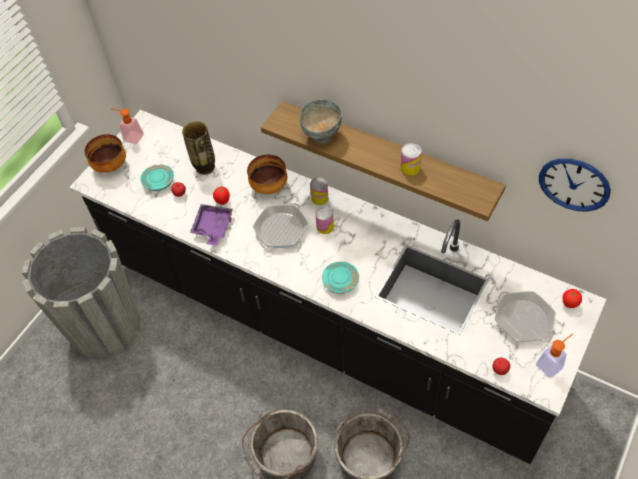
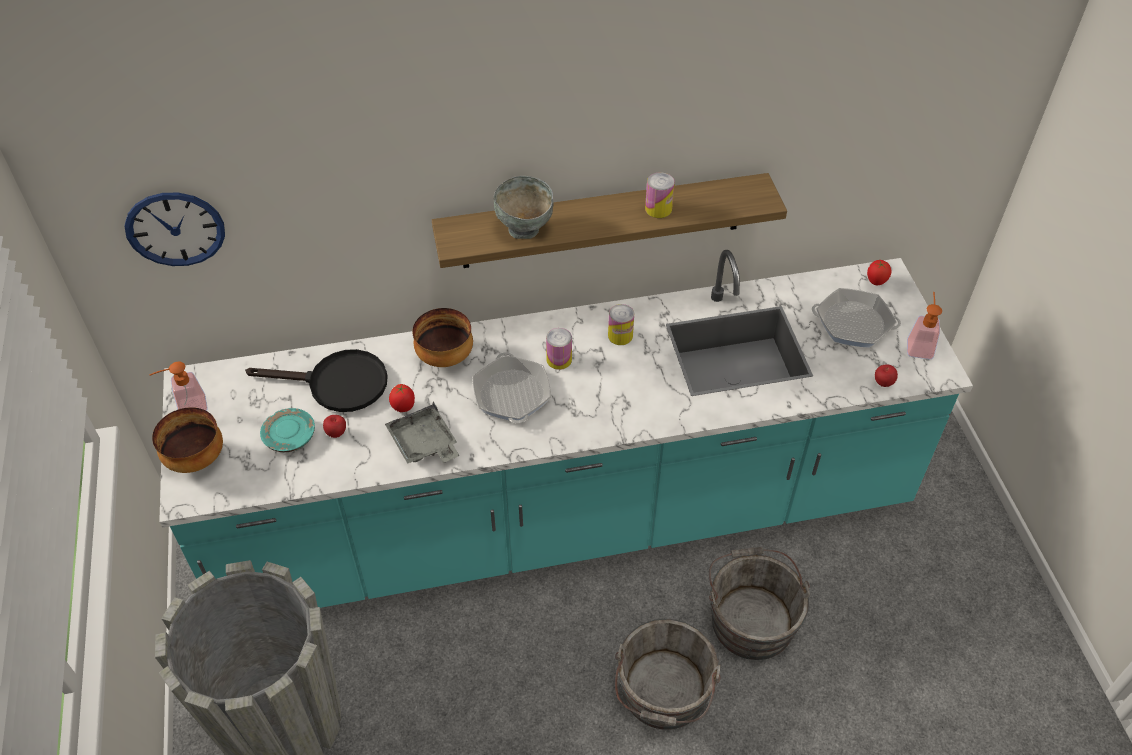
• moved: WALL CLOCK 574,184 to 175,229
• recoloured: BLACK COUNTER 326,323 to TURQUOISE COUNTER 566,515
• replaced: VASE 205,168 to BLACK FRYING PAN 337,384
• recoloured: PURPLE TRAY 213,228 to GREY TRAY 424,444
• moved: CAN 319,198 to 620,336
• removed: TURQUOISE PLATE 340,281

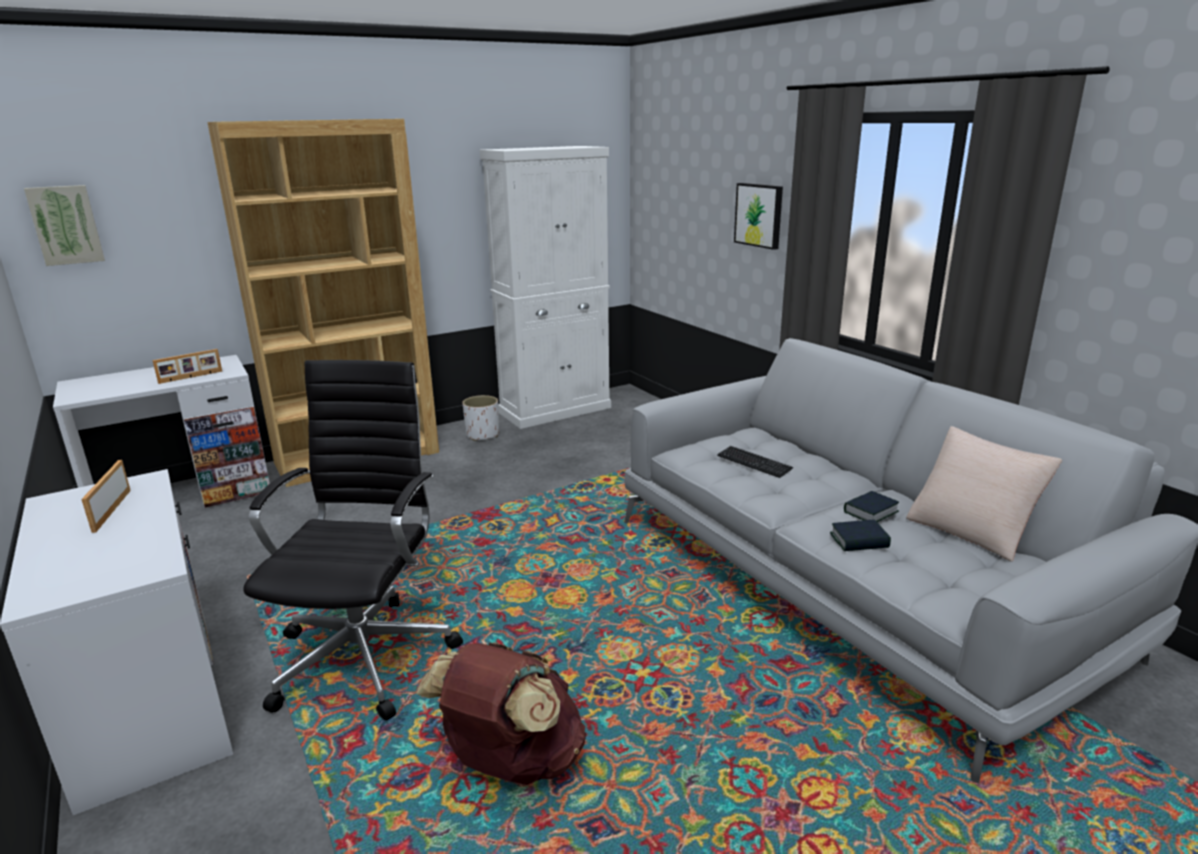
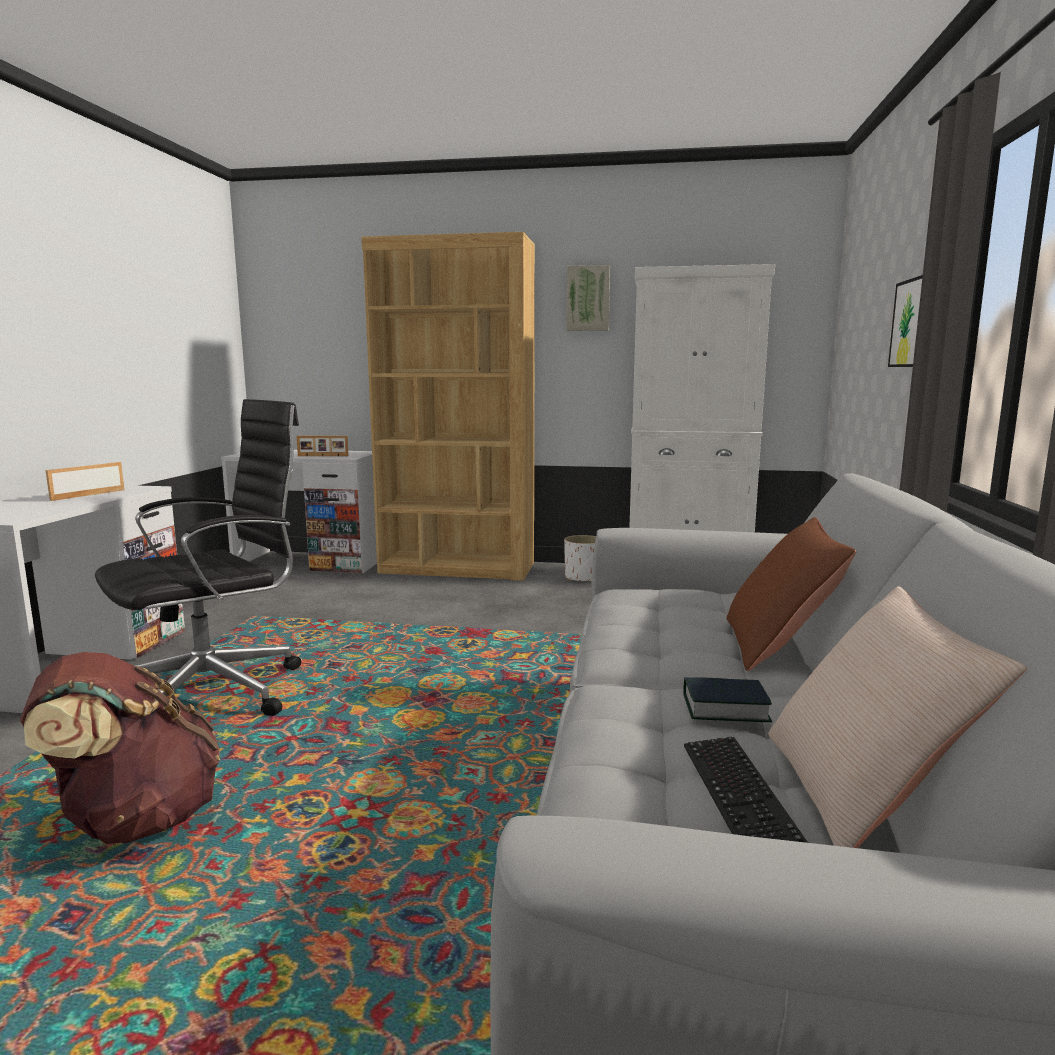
• moved: PICTURE 65,225 to 588,298
• moved: KEYBOARD 754,463 to 738,794
• added: BROWN PILLOW 779,645
• removed: BOOK 859,541

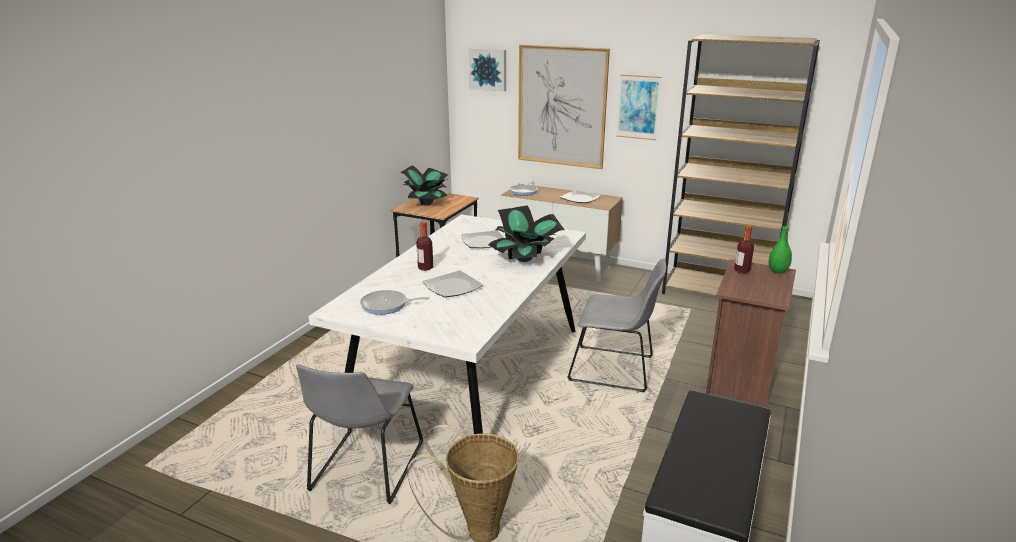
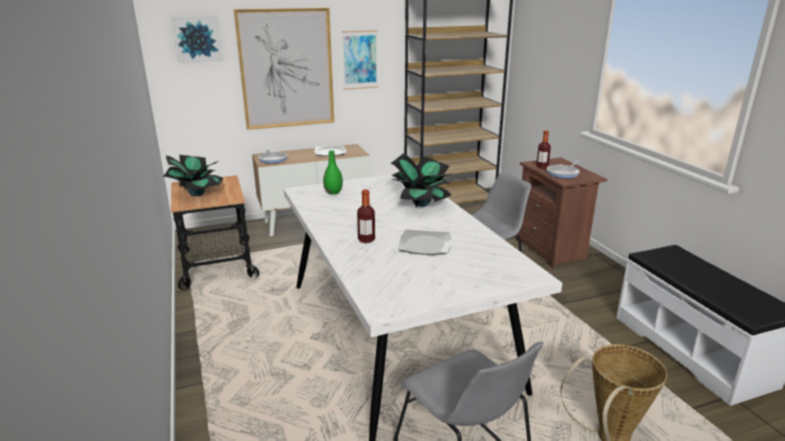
• moved: GREEN VASE 777,271 to 333,192
• moved: FRYING PAN 387,305 to 564,173
• removed: PLATE 484,242

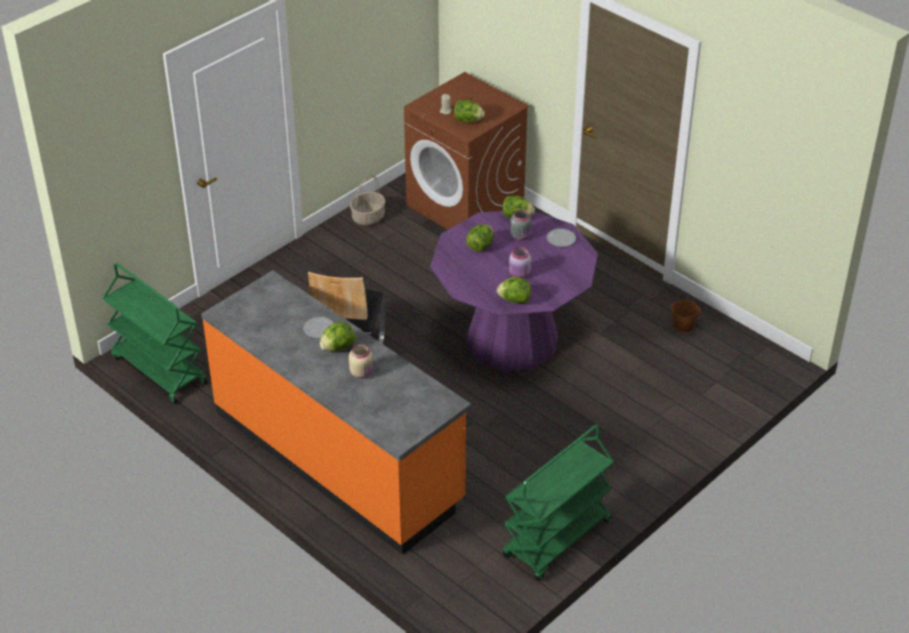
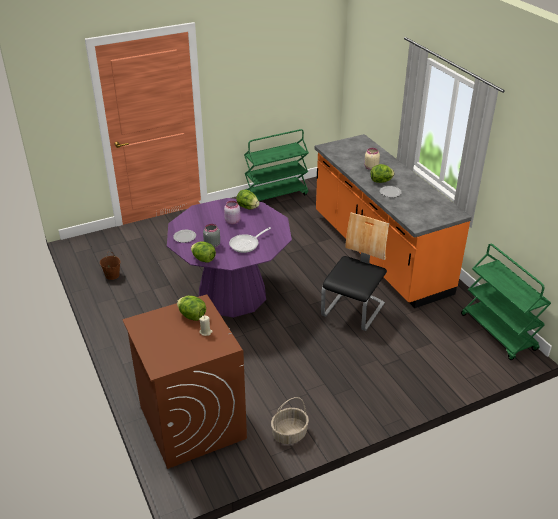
• replaced: LETTUCE 480,246 to FRYING PAN 246,244

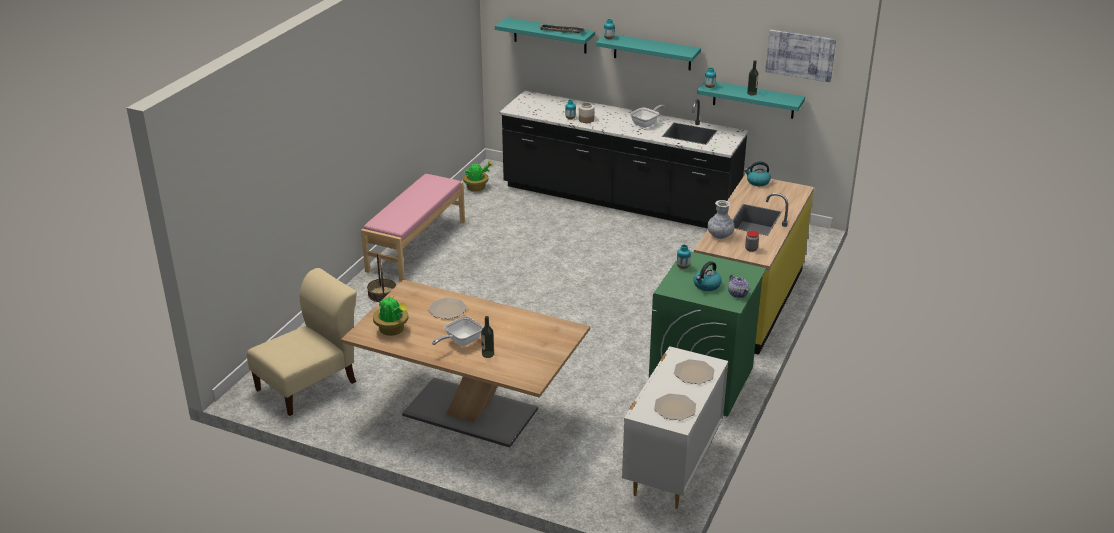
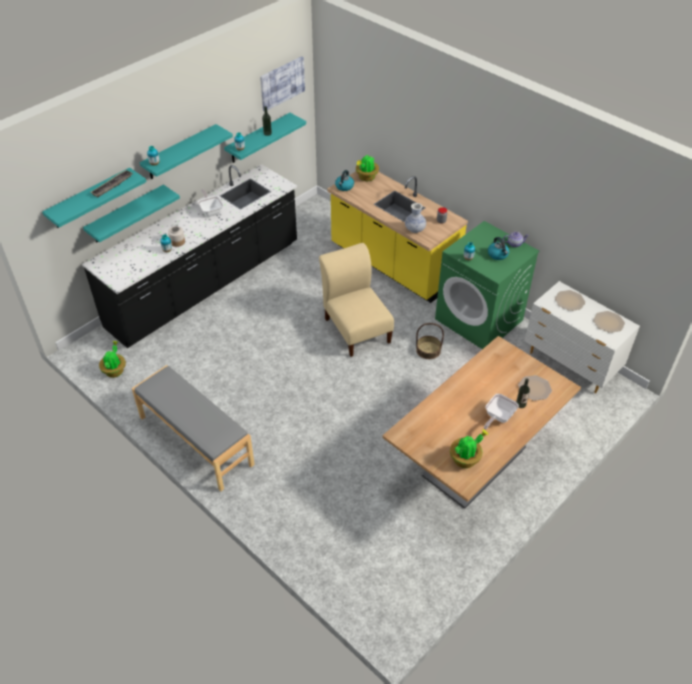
• added: TURQUOISE SHELF 126,214
• recoloured: PINK BENCH 416,246 to GREY BENCH 195,441
• moved: BEIGE CHAIR 310,384 to 356,328
• added: POTTED PLANT 366,177
• moved: BASKET 382,294 to 428,350
• turned: FRYING PAN 460,342 = 498,417 60 degrees clockwise
• moved: PLATE 447,309 to 534,388

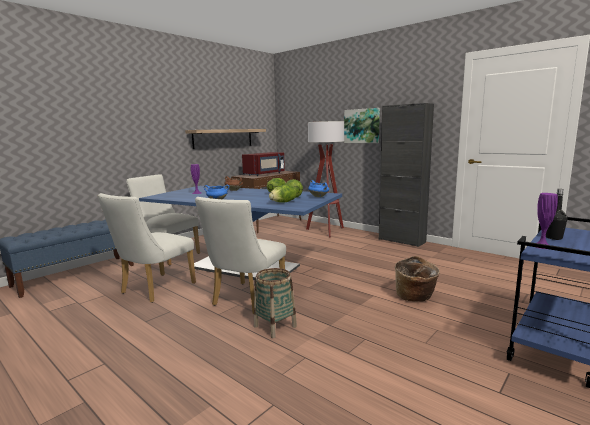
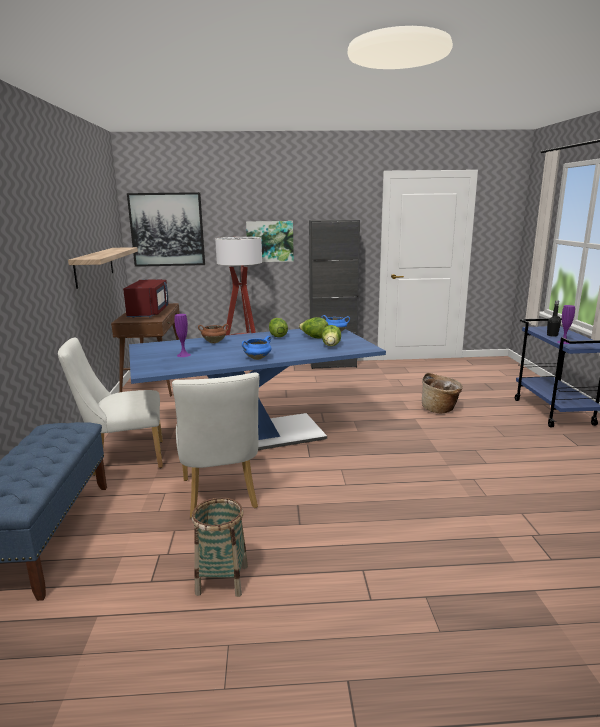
• added: PICTURE 167,229
• moved: BASKET 275,326 to 222,579
• removed: WHITE CHAIR 245,300

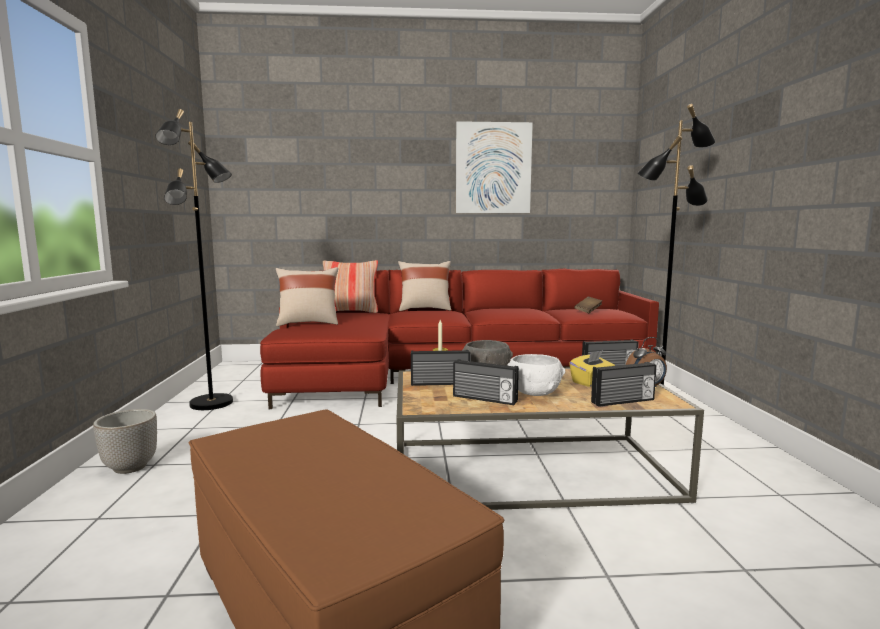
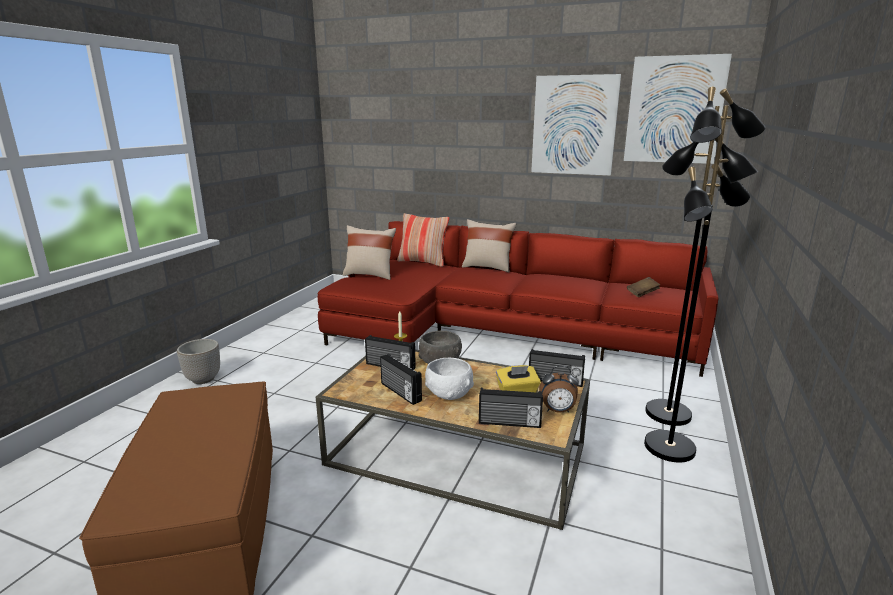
• added: PICTURE 674,110
• moved: BLACK FLOOR LAMP 212,403 to 670,448

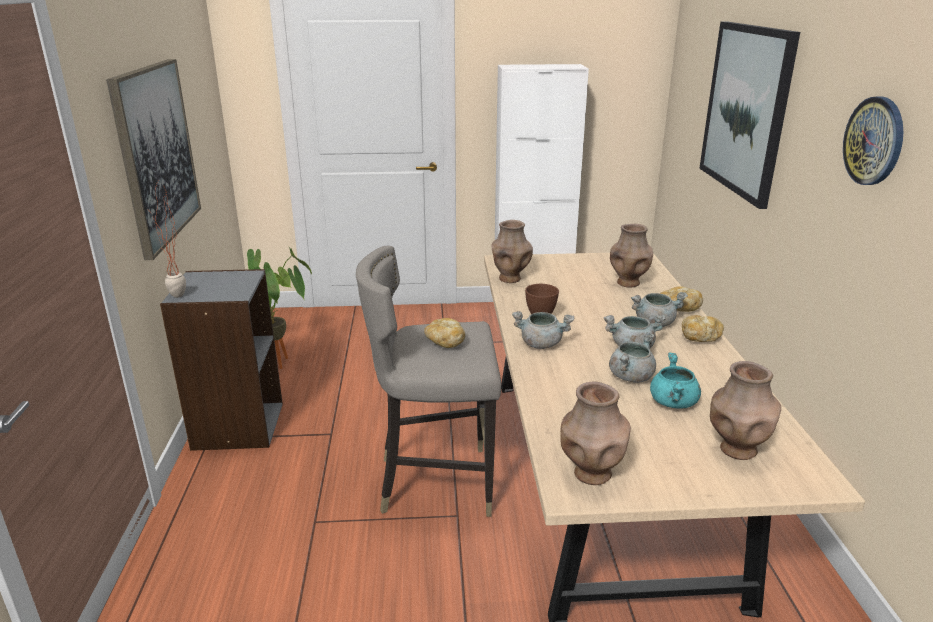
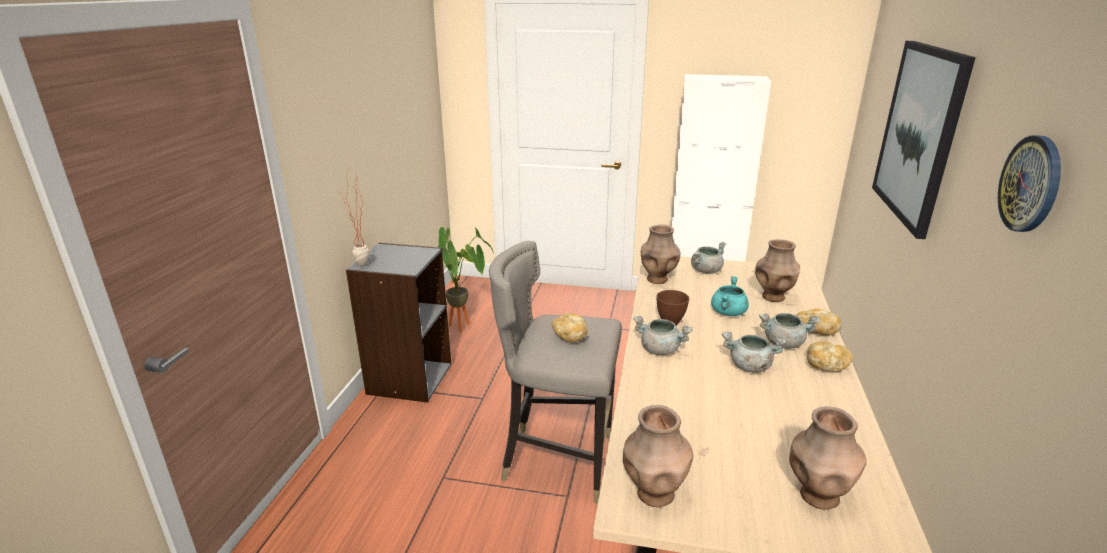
• moved: GREY COOKING POT 631,376 to 706,270
• moved: TURQUOISE COOKING POT 673,403 to 728,313
• removed: PICTURE 156,154

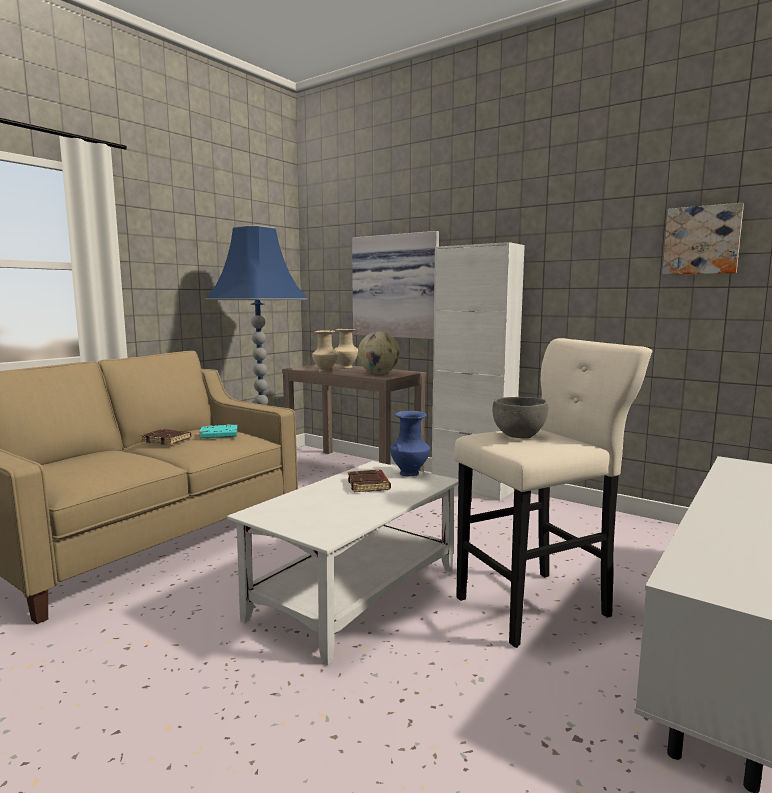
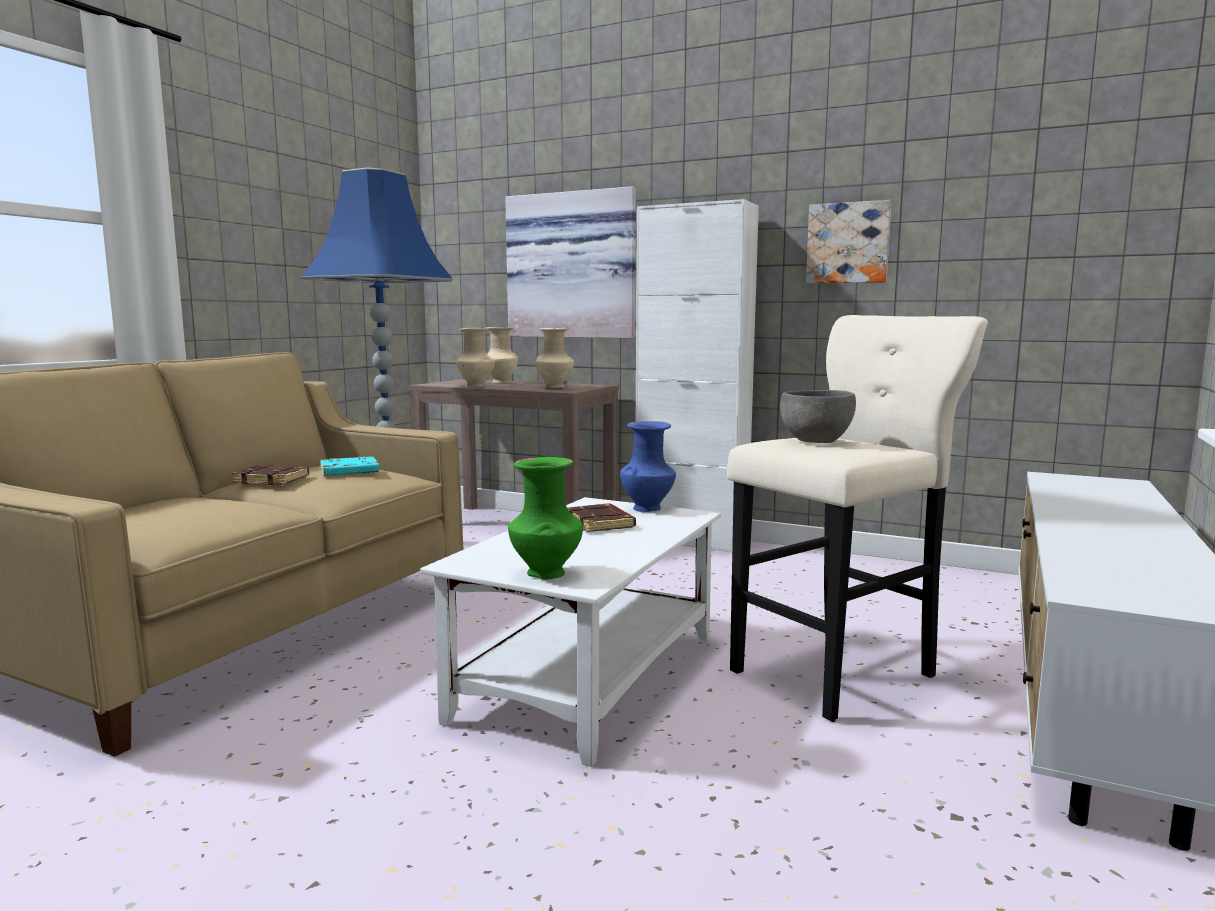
• added: GREEN VASE 546,574
• replaced: GLOBE 379,373 to BEIGE VASE 555,387
• moved: PICTURE 702,240 to 848,243

